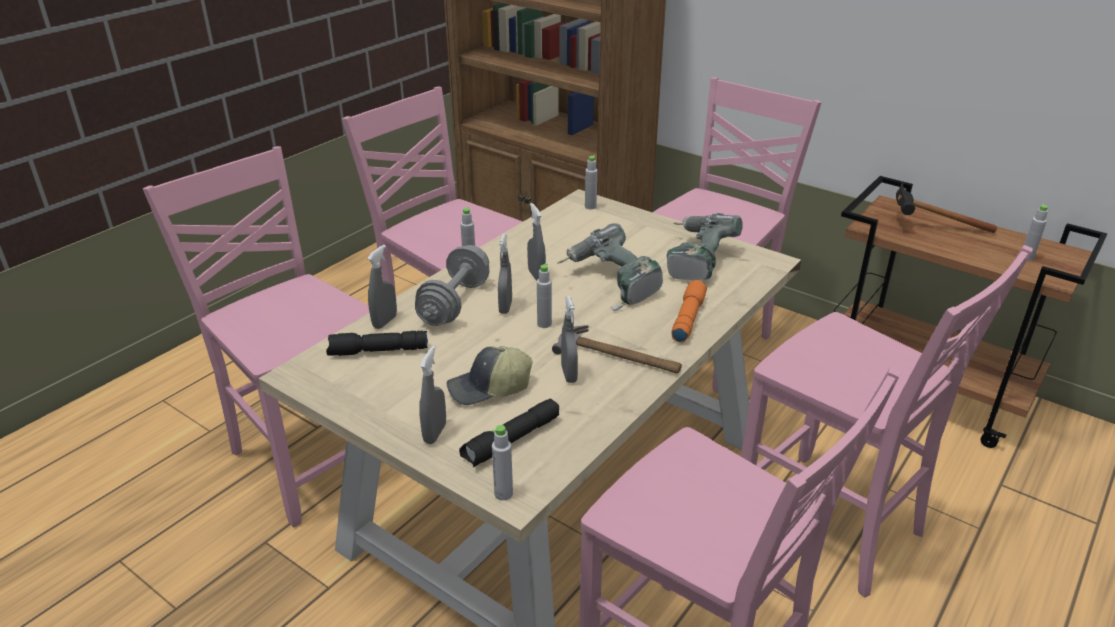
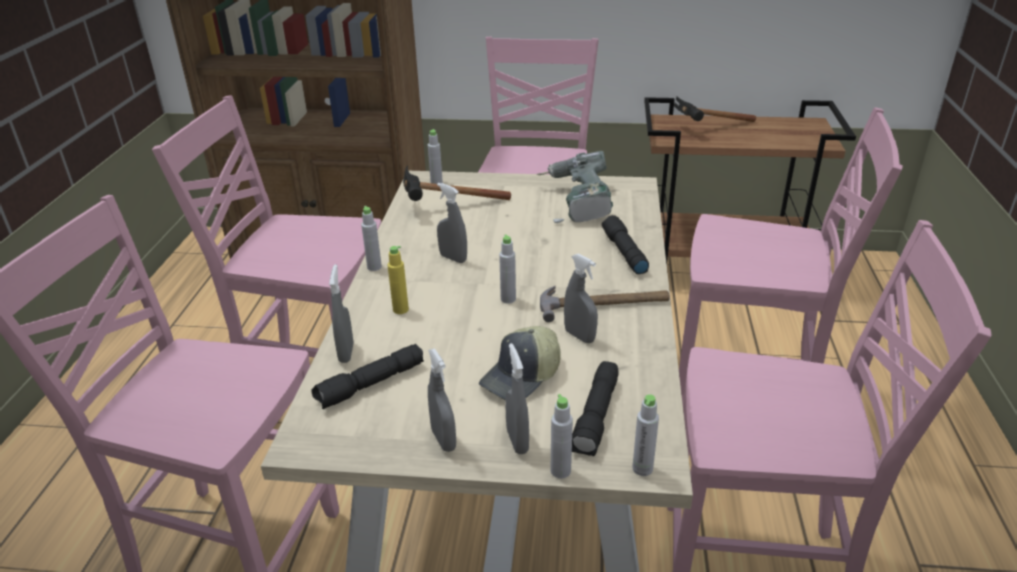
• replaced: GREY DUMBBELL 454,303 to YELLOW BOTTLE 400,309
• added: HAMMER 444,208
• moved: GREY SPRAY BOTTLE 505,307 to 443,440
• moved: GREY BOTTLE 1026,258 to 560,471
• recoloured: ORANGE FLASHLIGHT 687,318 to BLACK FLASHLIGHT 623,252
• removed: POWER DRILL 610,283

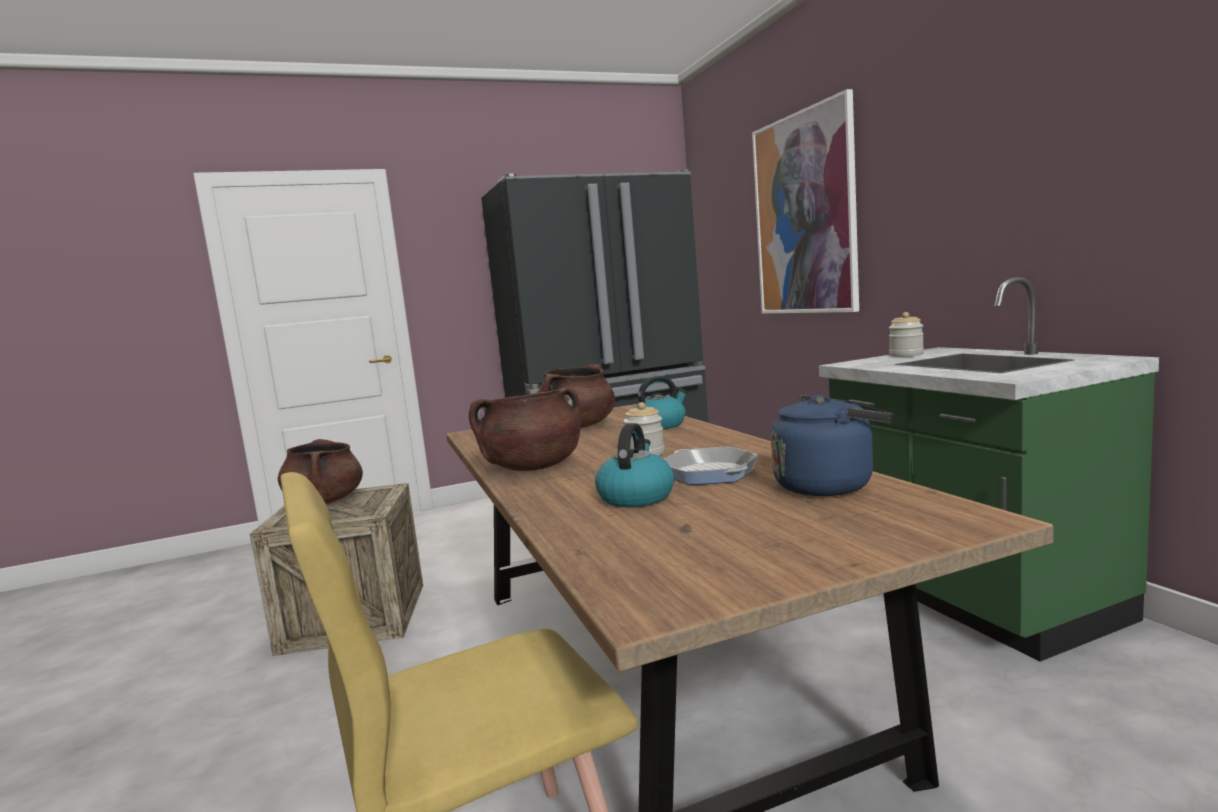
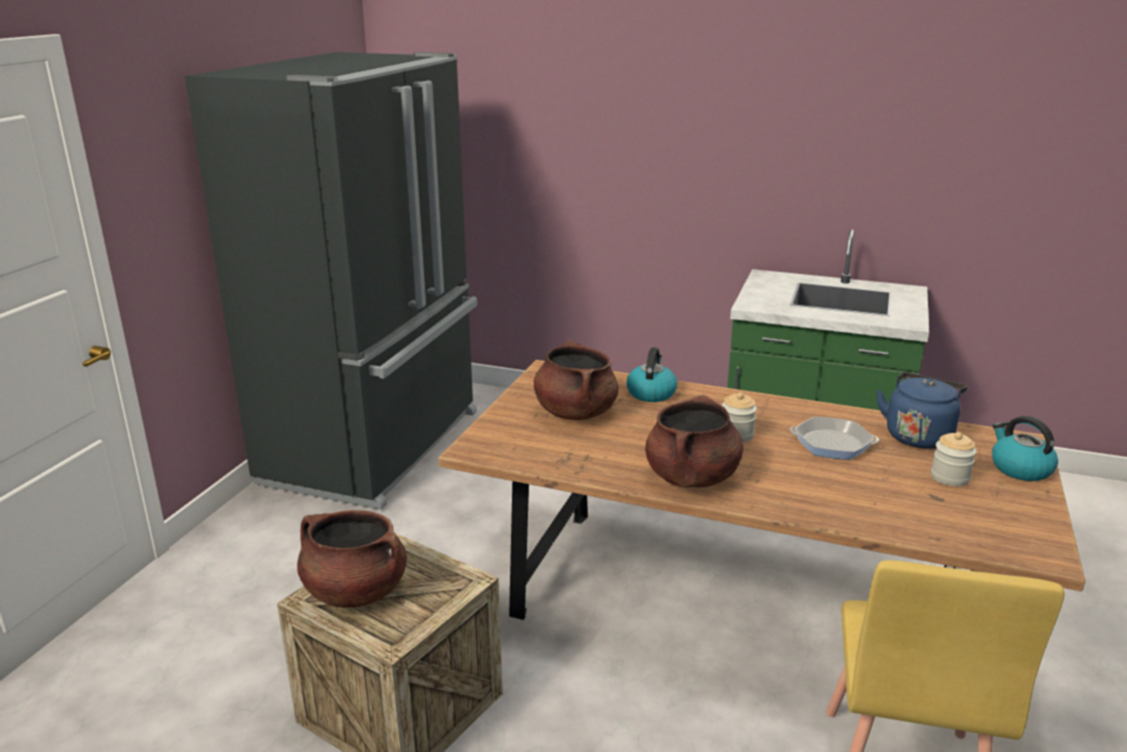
• moved: JAR 906,355 to 950,477
• moved: KETTLE 636,497 to 1019,468
• removed: PICTURE 804,215

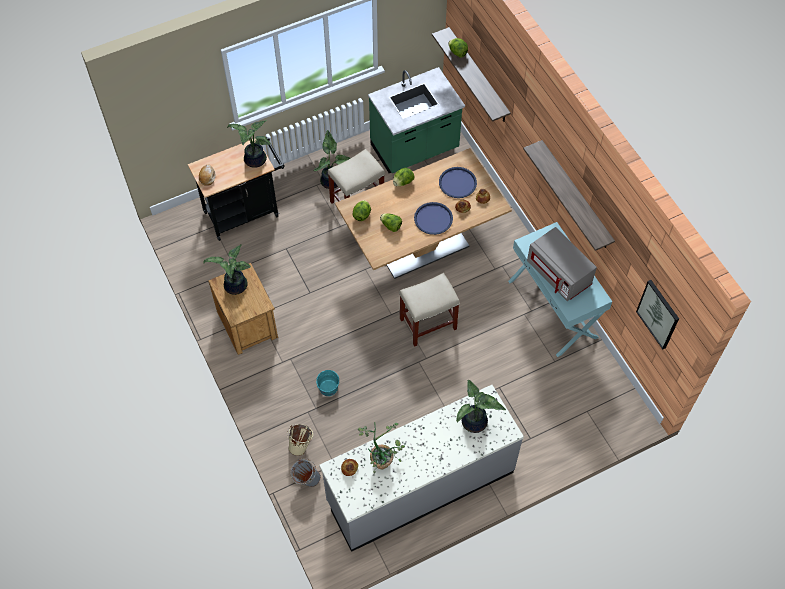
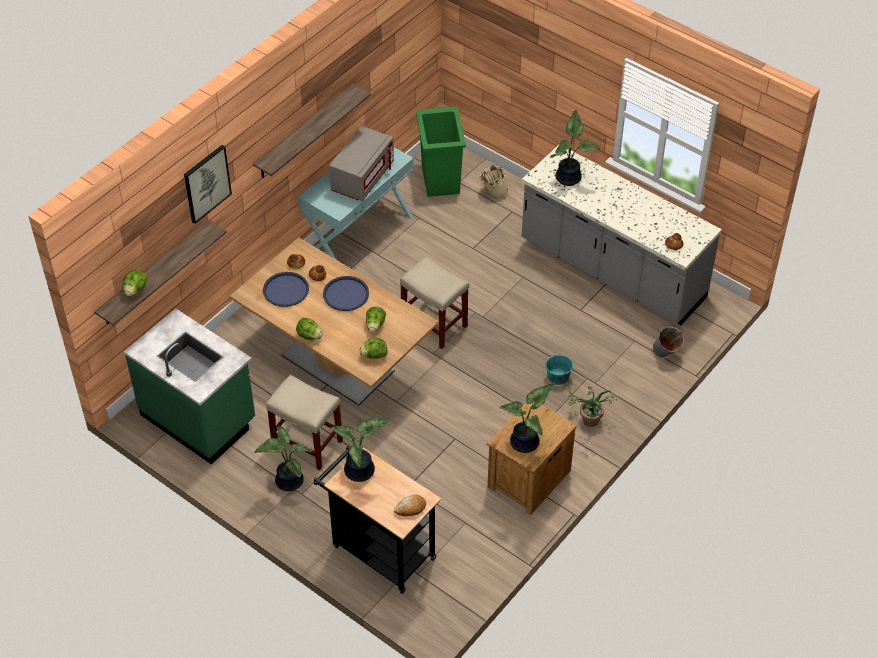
• moved: PICTURE 658,314 to 206,183
• added: GREEN TRASH CAN 441,179
• moved: BEIGE BUCKET 301,445 to 493,193
• moved: POTTED PLANT 382,458 to 586,421

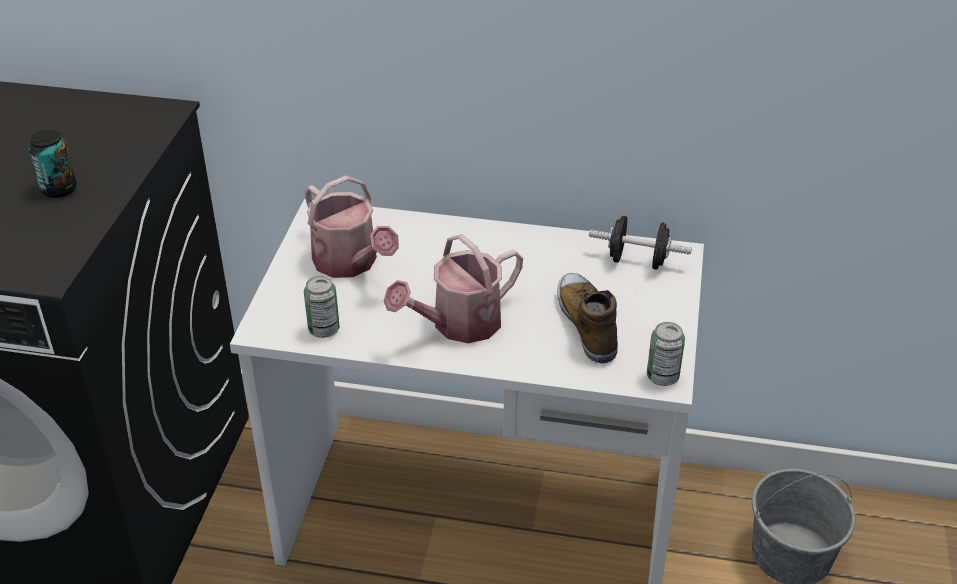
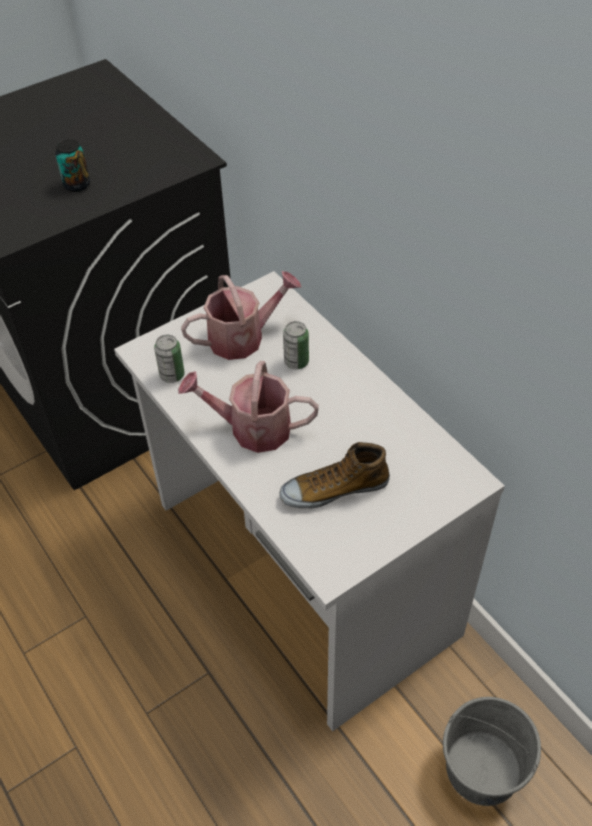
• turned: WATERING CAN 350,263 = 243,337 120 degrees counterclockwise
• turned: SHOE 587,324 = 334,489 135 degrees counterclockwise
• moved: CAN 662,377 to 296,362
• removed: BLACK DUMBBELL 637,261

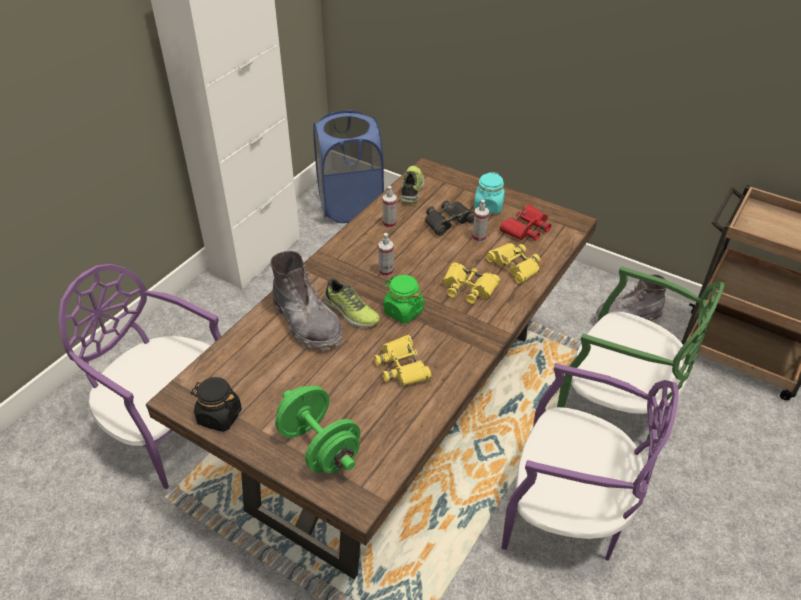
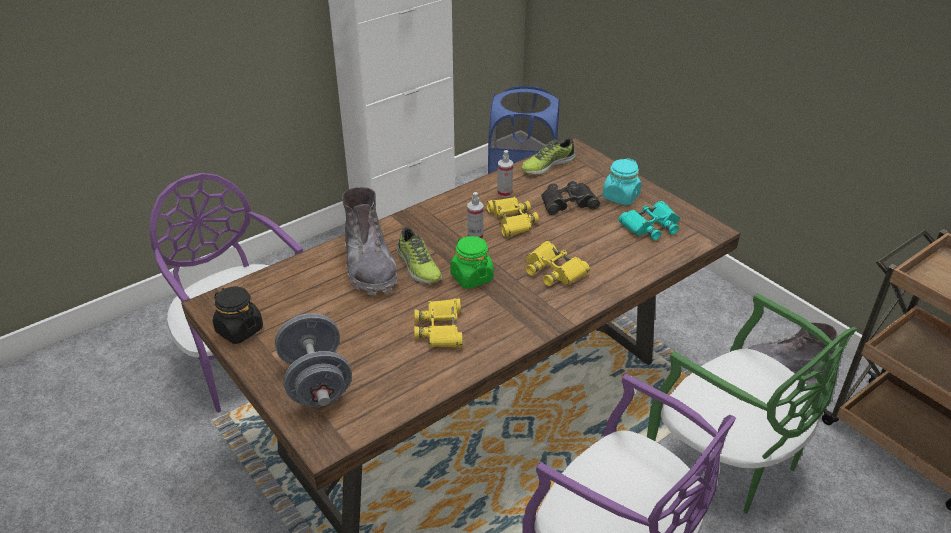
• recoloured: GREEN DUMBBELL 319,447 to GREY DUMBBELL 316,382
• moved: YELLOW BINOCULARS 514,266 to 511,220
• turned: SHOE 412,189 = 547,165 150 degrees counterclockwise
• recoloured: RED BINOCULARS 526,228 to TURQUOISE BINOCULARS 651,226
• removed: SPRAY BOTTLE 479,237

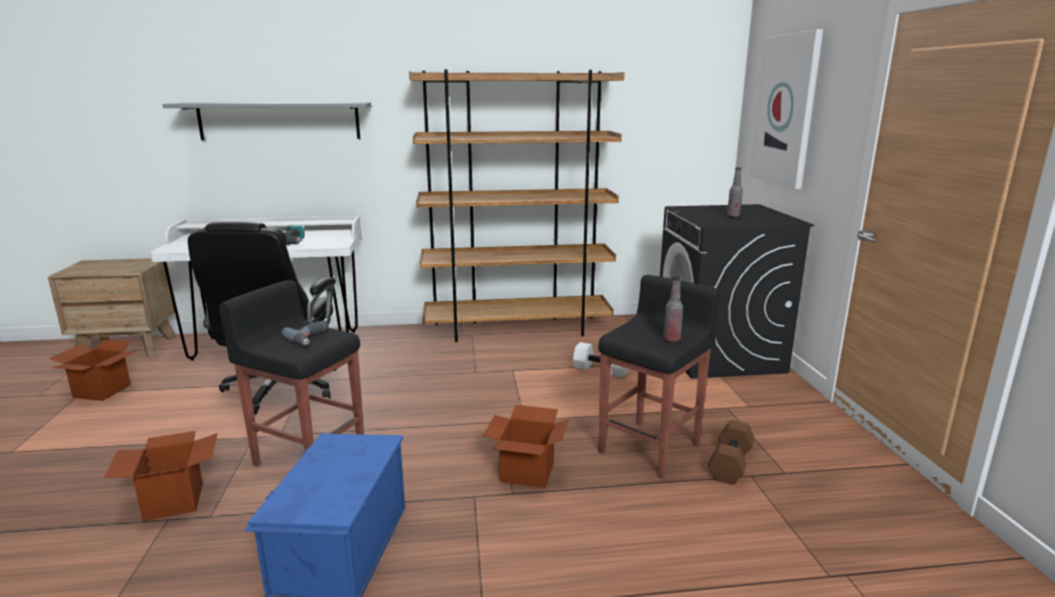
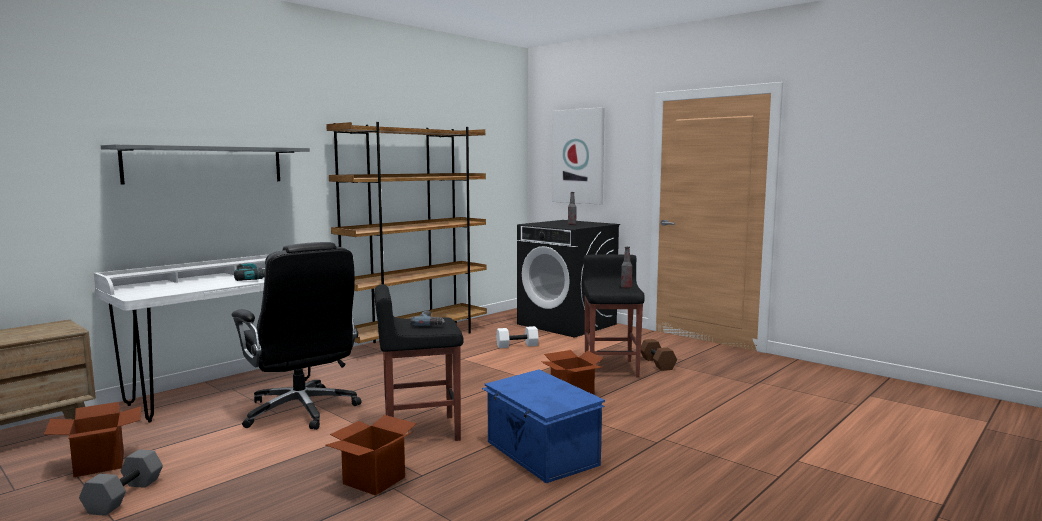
• added: GREY DUMBBELL 124,495

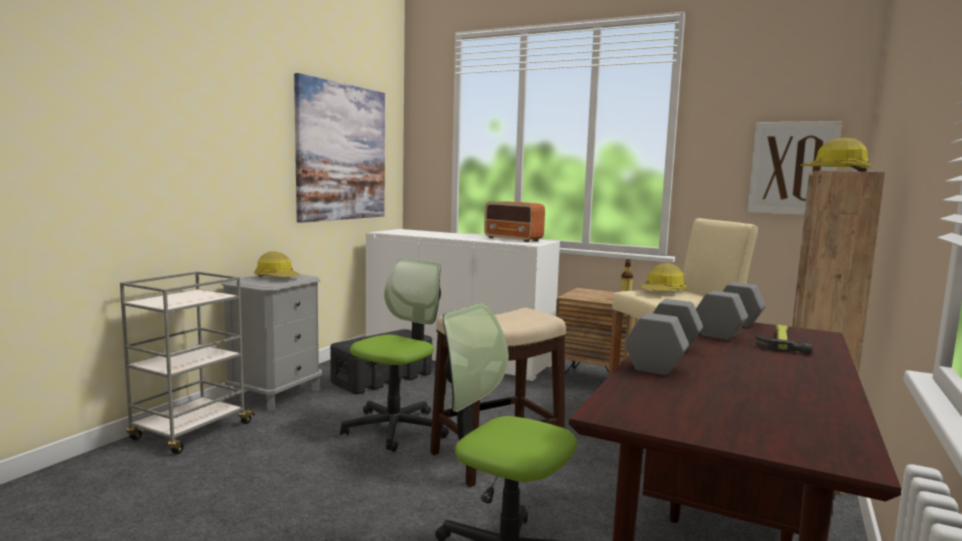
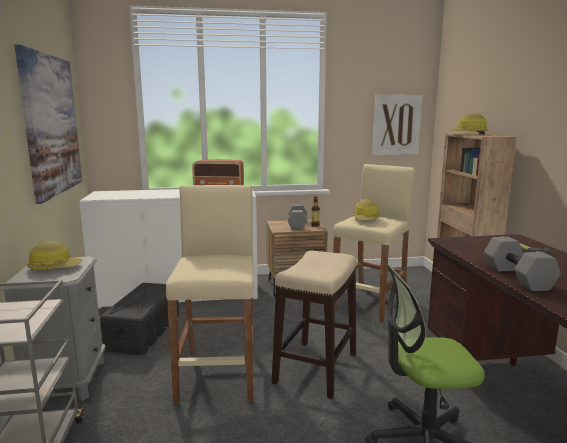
• replaced: OFFICE CHAIR 395,428 to BEIGE STOOL 218,373
• moved: GREY DUMBBELL 730,330 to 298,225

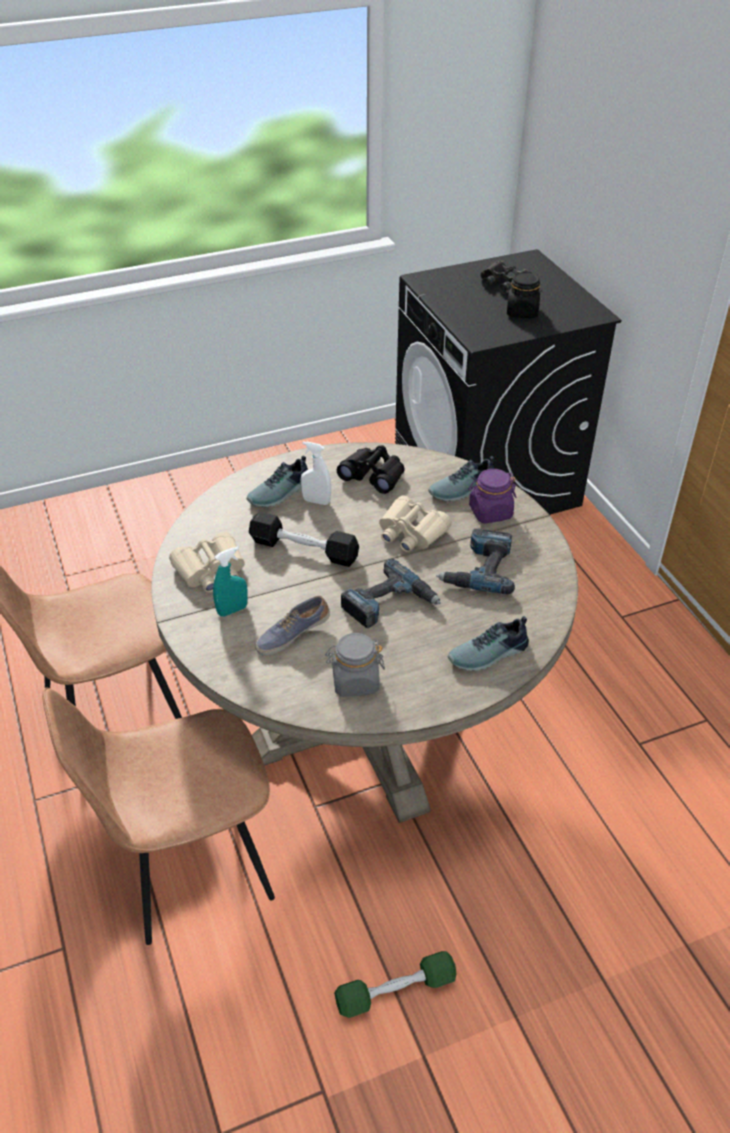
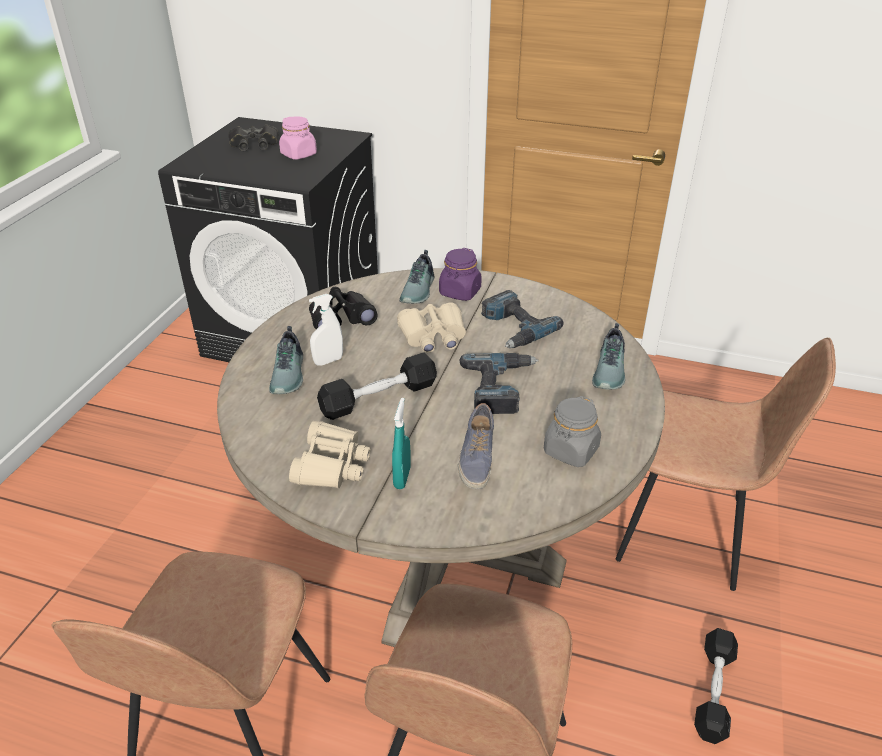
• recoloured: BLACK JAR 522,312 to PINK JAR 299,154
• added: BROWN CHAIR 685,530
• recoloured: GREEN DUMBBELL 395,991 to BLACK DUMBBELL 713,691

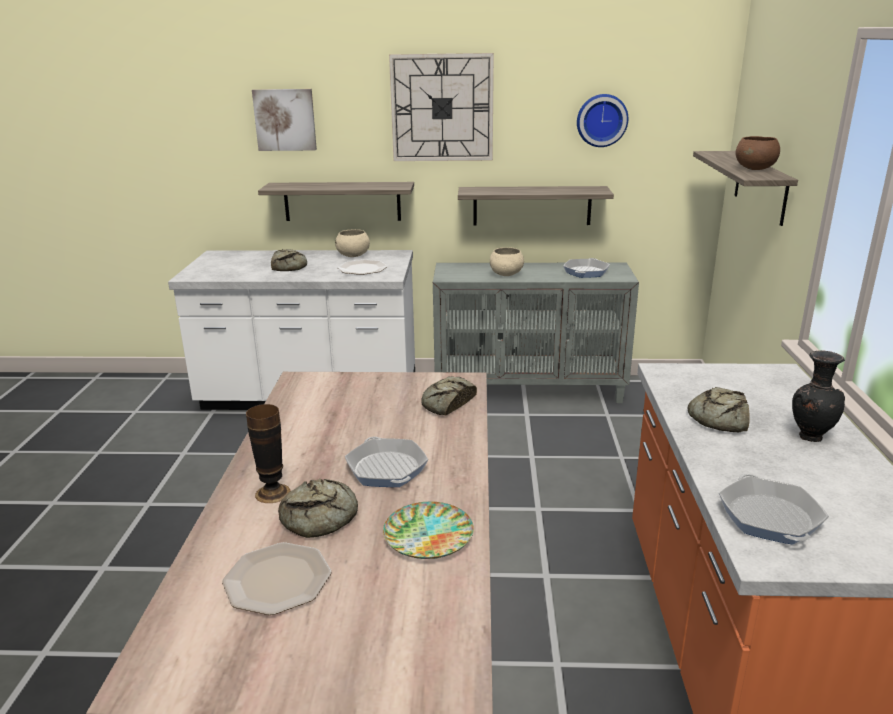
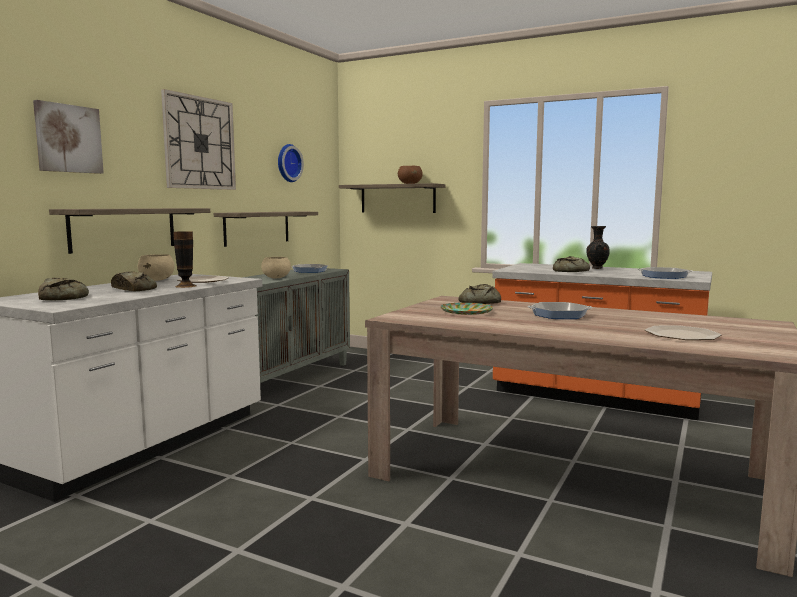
• moved: BREAD 321,517 to 65,297
• moved: VASE 272,493 to 185,286
• moved: PLATE 427,535 to 466,312

